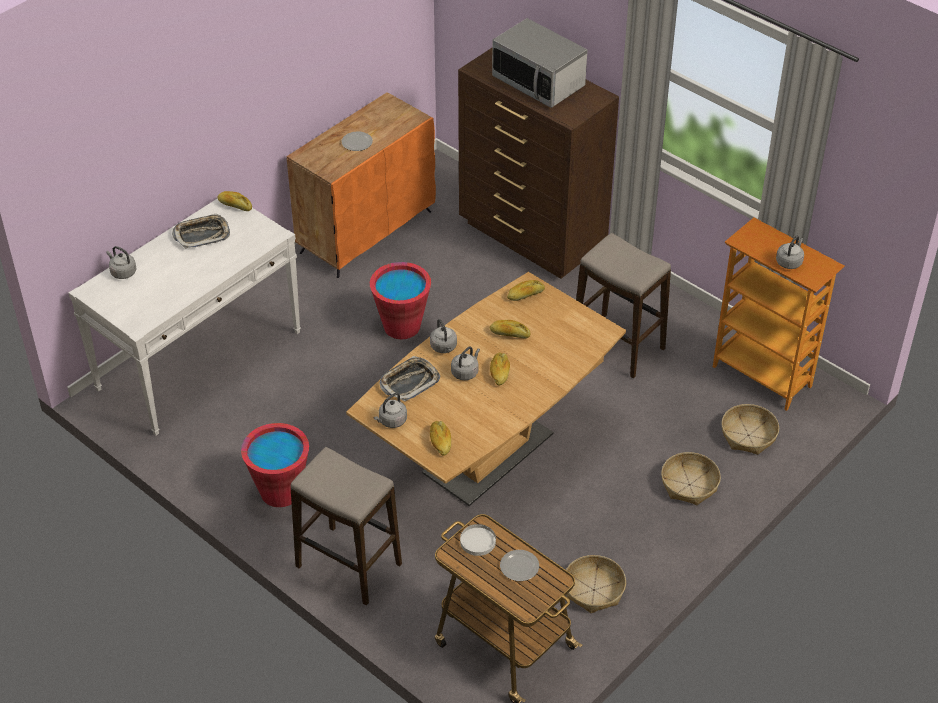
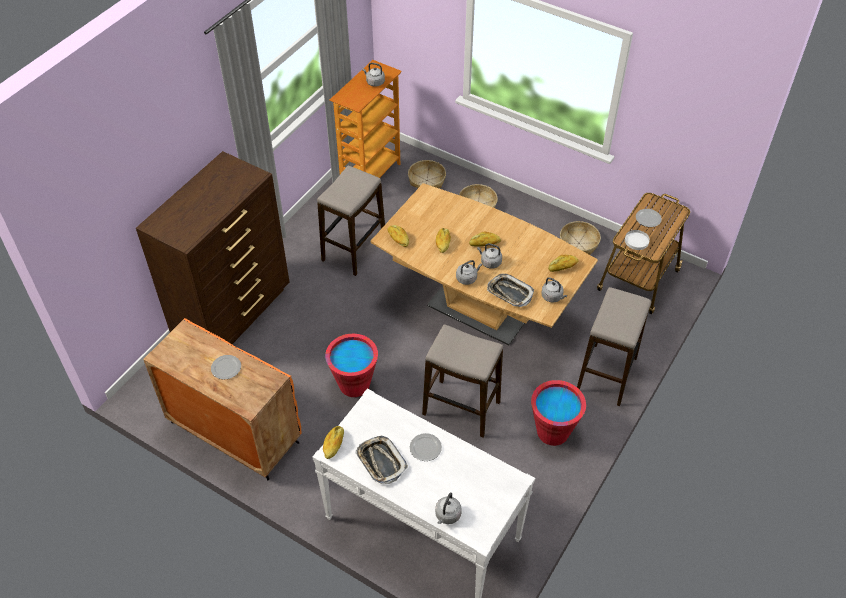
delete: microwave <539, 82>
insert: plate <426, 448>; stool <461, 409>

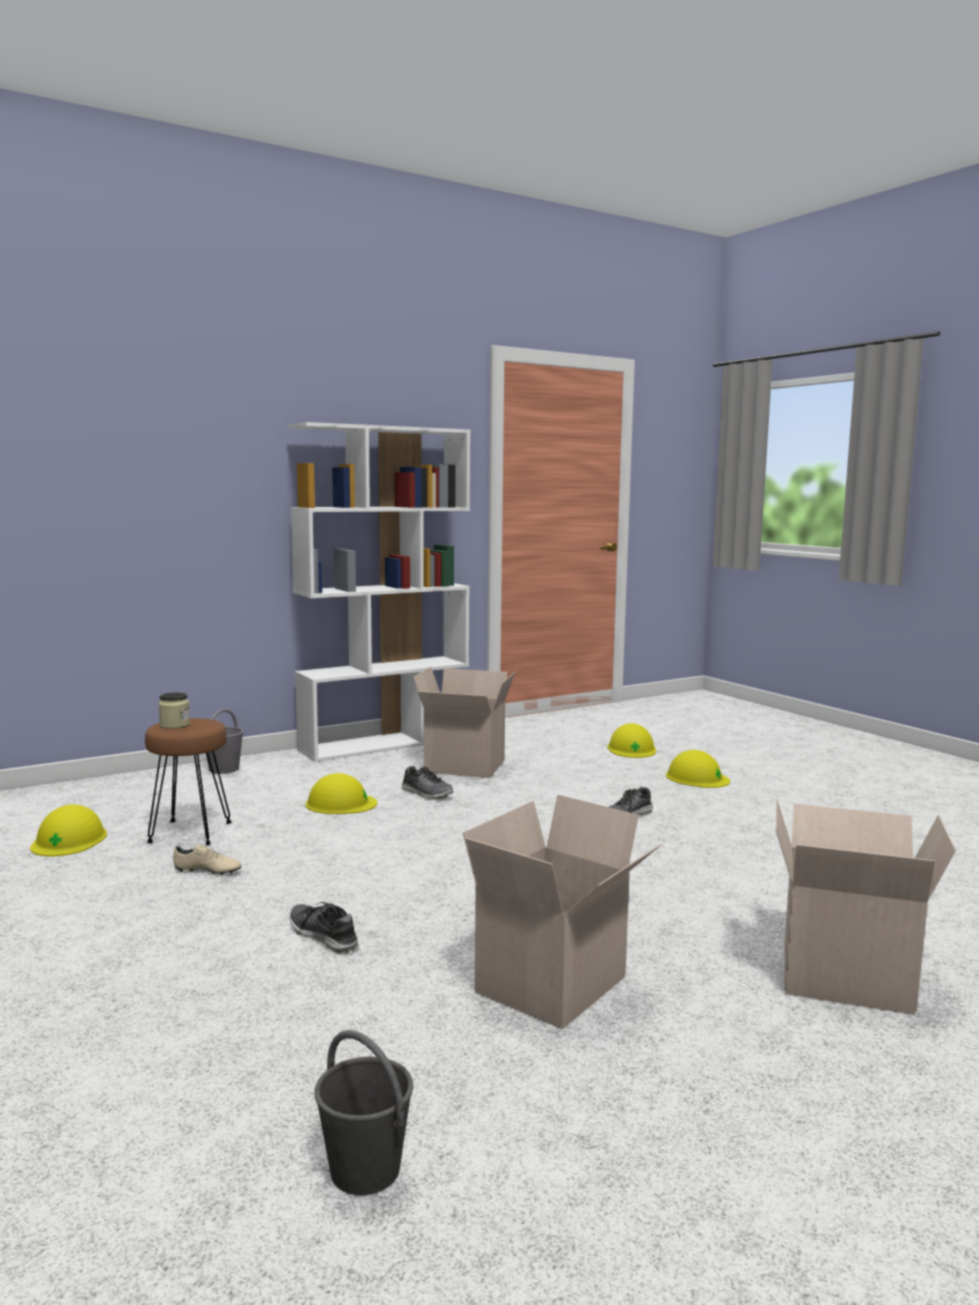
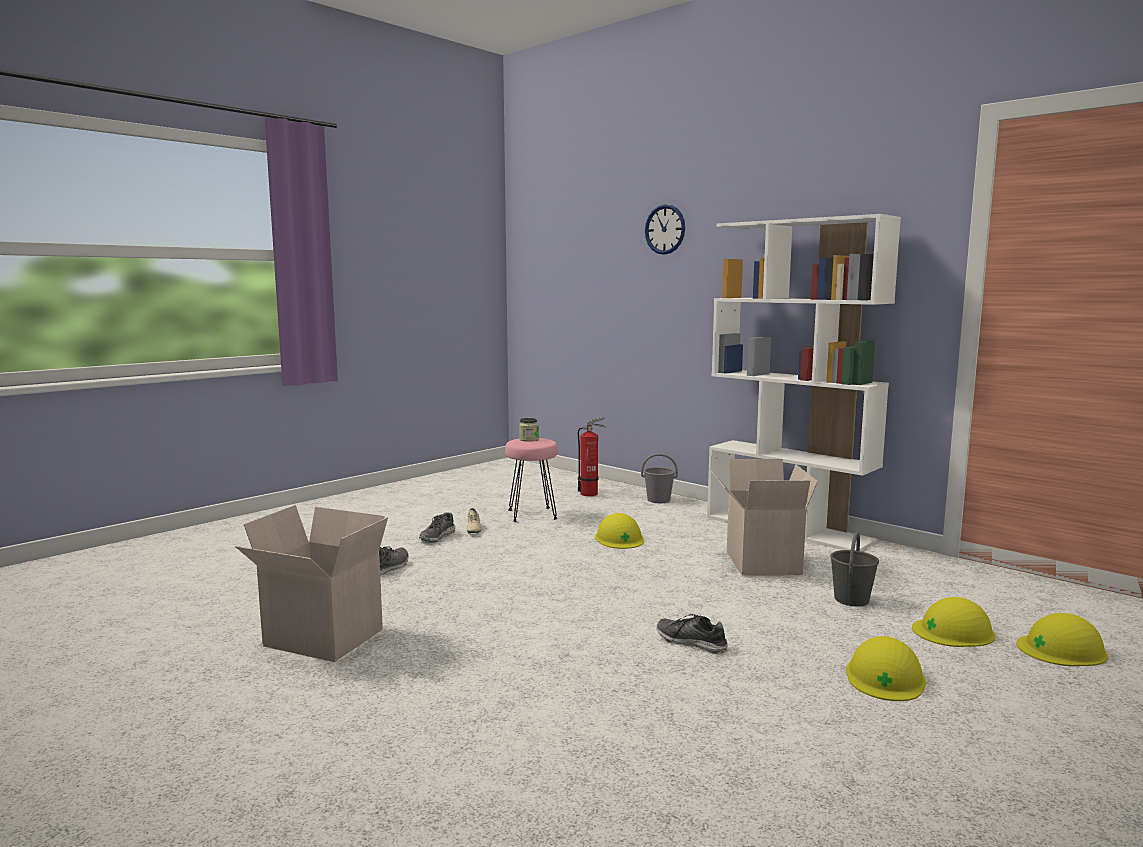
delete: cardboard box <847, 976>
insert: fire extinguisher <591, 493>; wall clock <665, 229>
move: shoe <427, 794> to <437, 537>; grey bucket <364, 1169> to <851, 599>; yellow hard hat <69, 840> to <1062, 649>
recolor: brown stool <191, 833> to pink stool <532, 515>

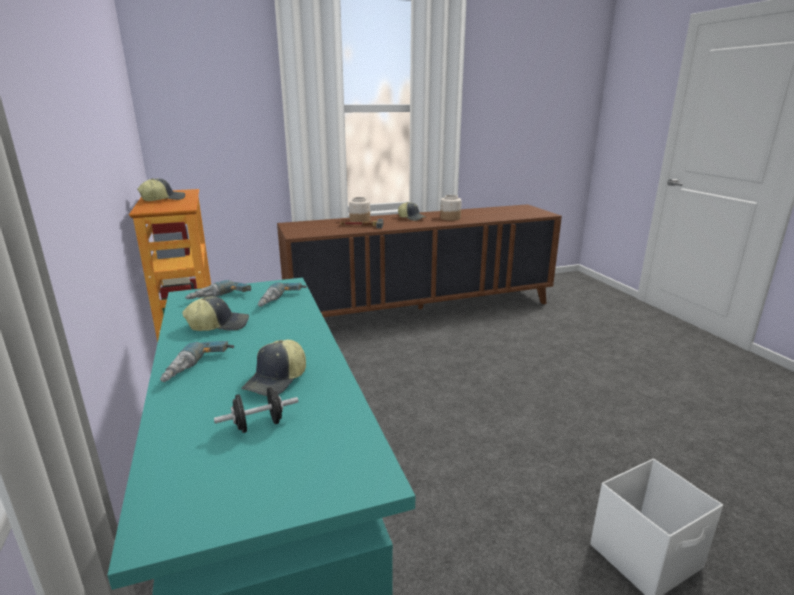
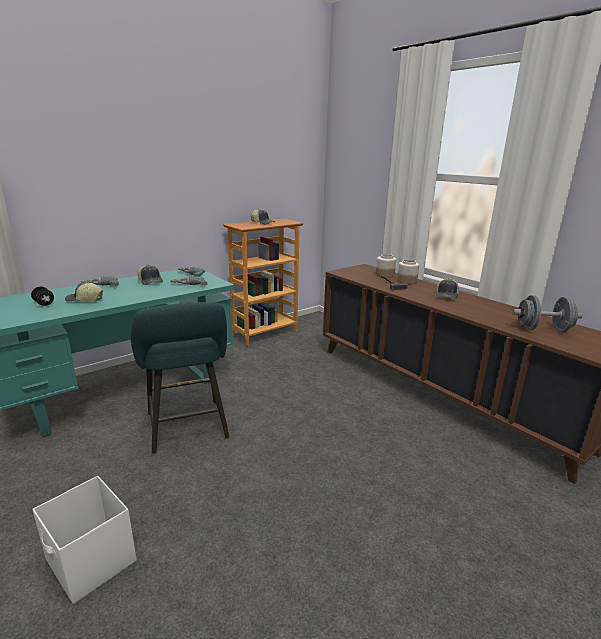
insert: turquoise stool <188, 429>; grey dumbbell <542, 329>
move: jar <450, 218> to <384, 275>

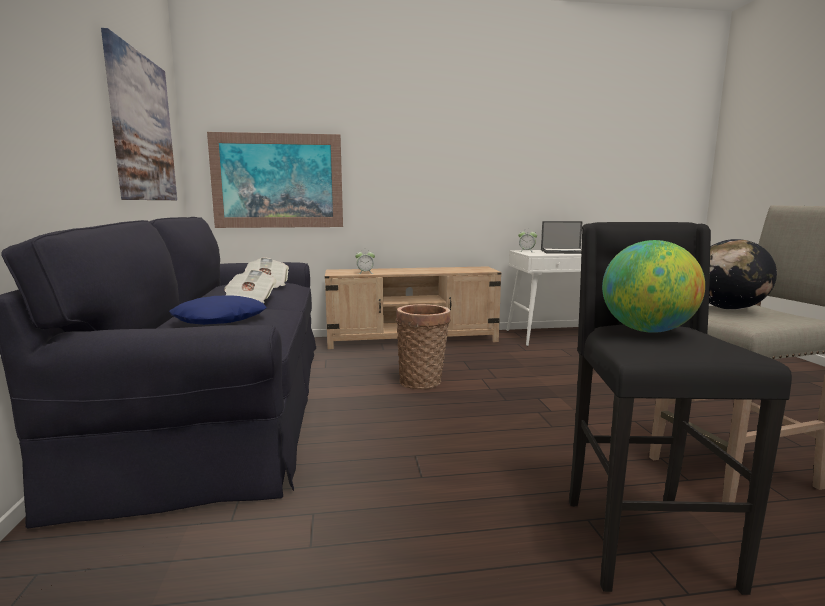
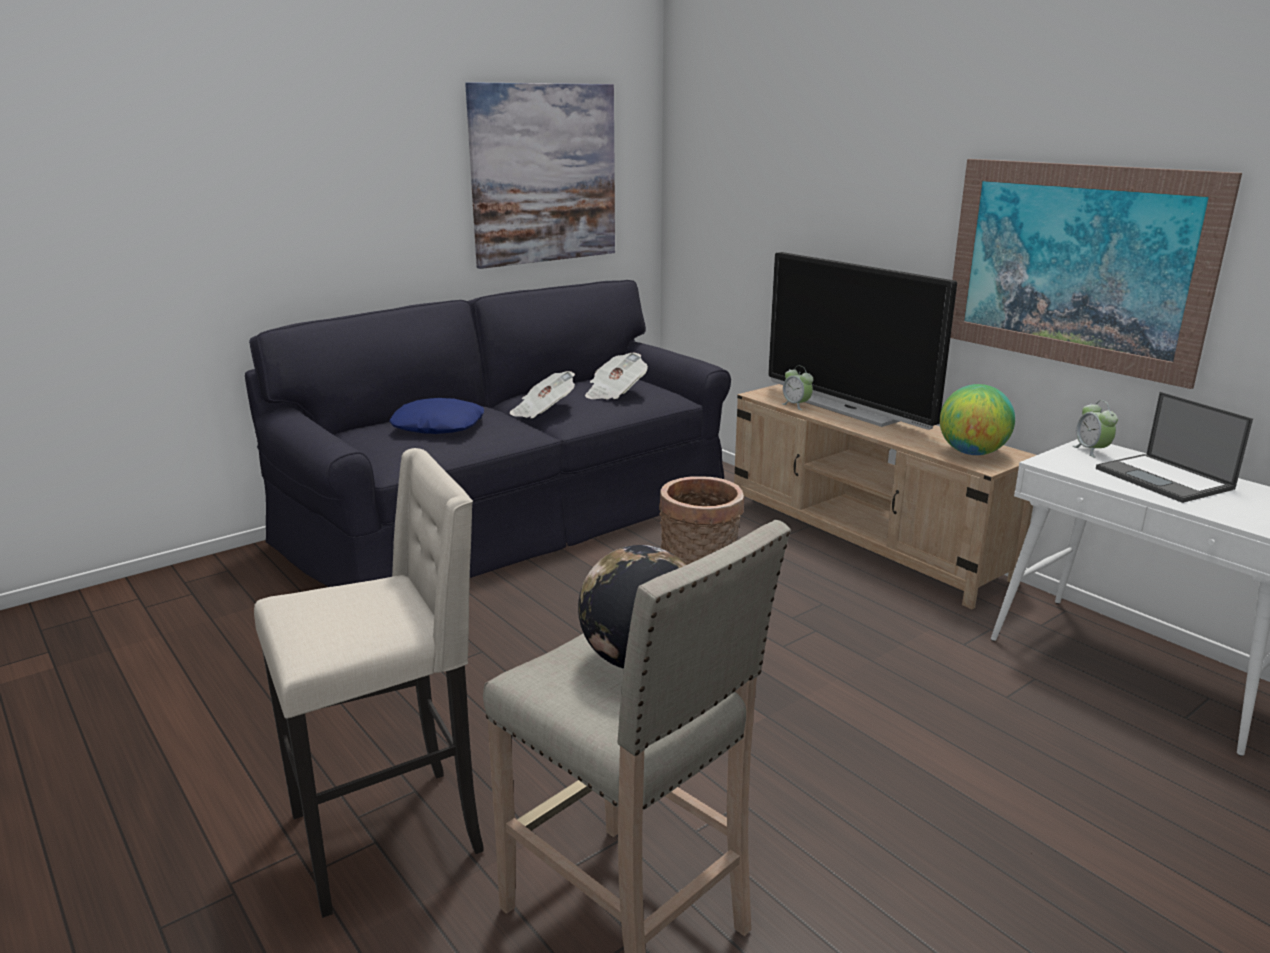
insert: television <850, 410>
move: globe <647, 331> to <972, 453>; picture <277, 181> to <1074, 266>
recolor: black stool <641, 541> to beige stool <391, 834>

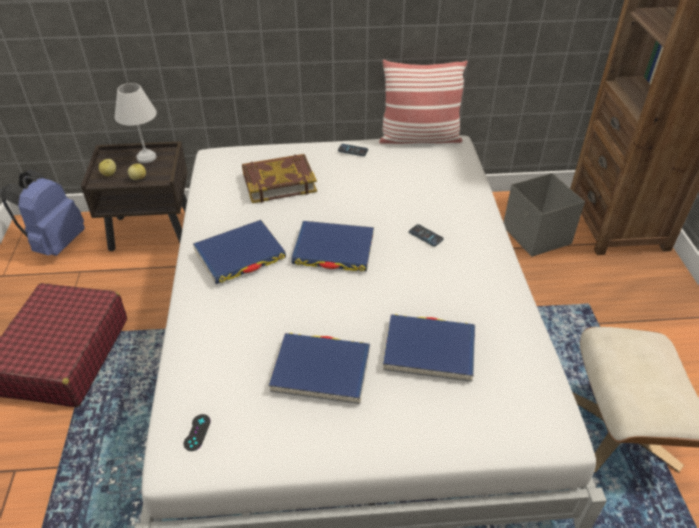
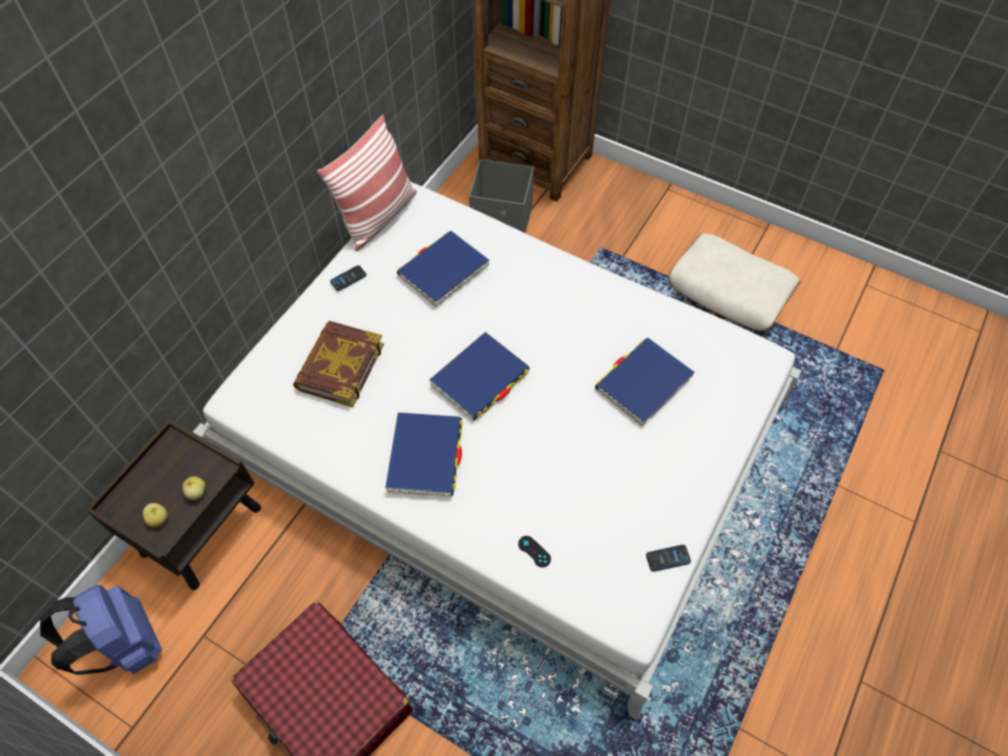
delete: white table lamp <146, 158>
move: blue book <321, 370> to <443, 270>; black game controller <197, 432> to <534, 551>; phone <425, 236> to <668, 558>

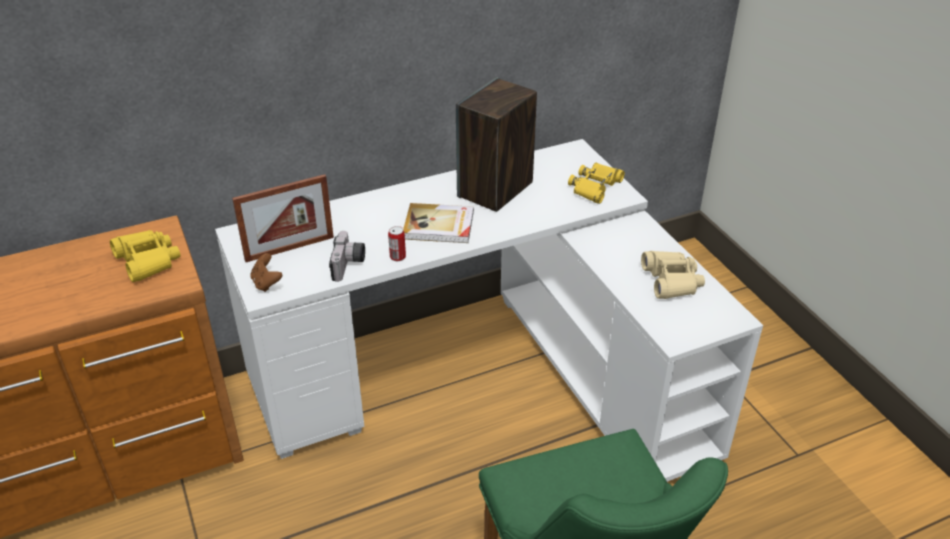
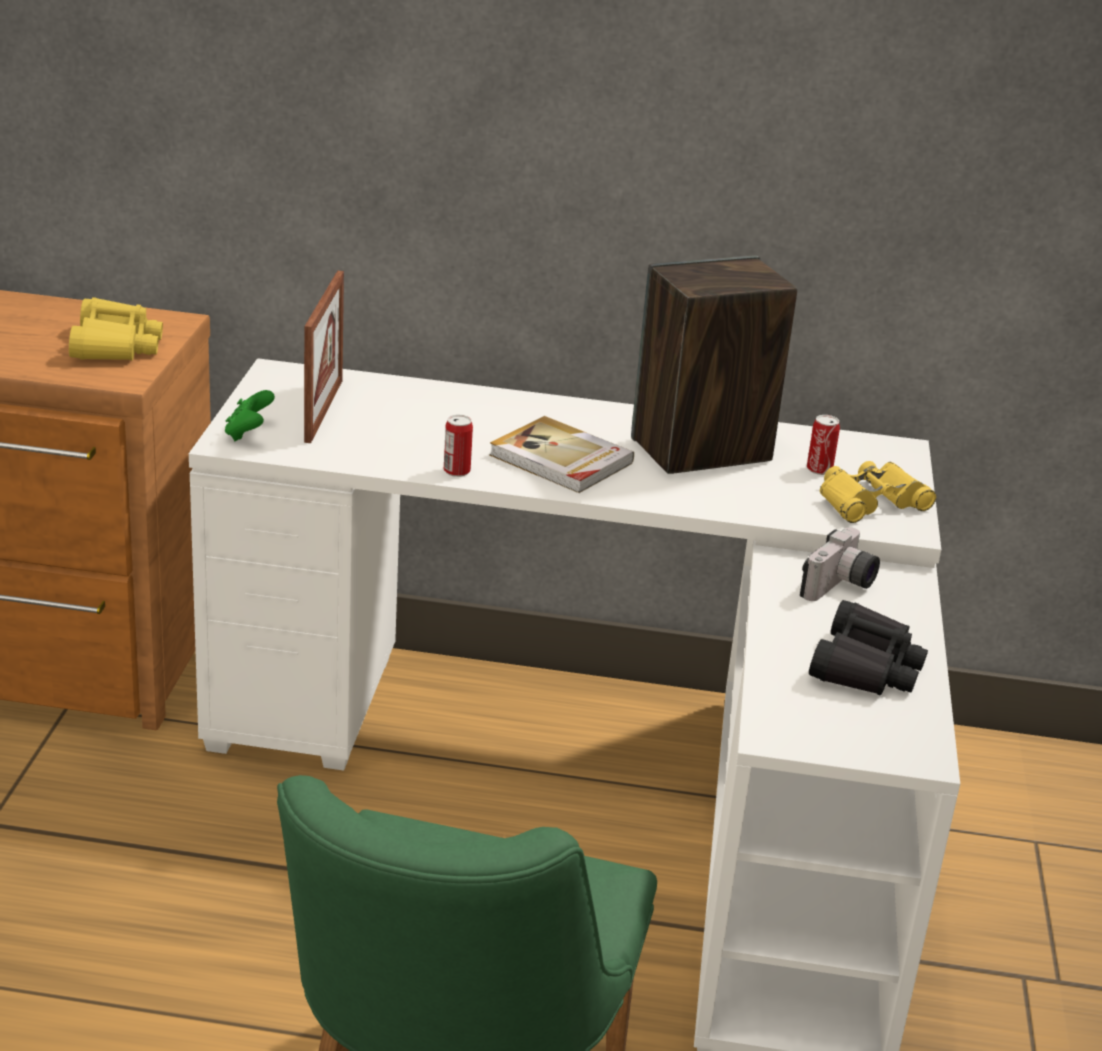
insert: can <819, 469>
move: photo camera <349, 265> to <840, 587>
recolor: brown game controller <266, 283> to green game controller <248, 434>; beige binoculars <671, 281> to black binoculars <865, 667>
rotate: picture frame <289, 248> = <323, 410> 90 degrees counterclockwise

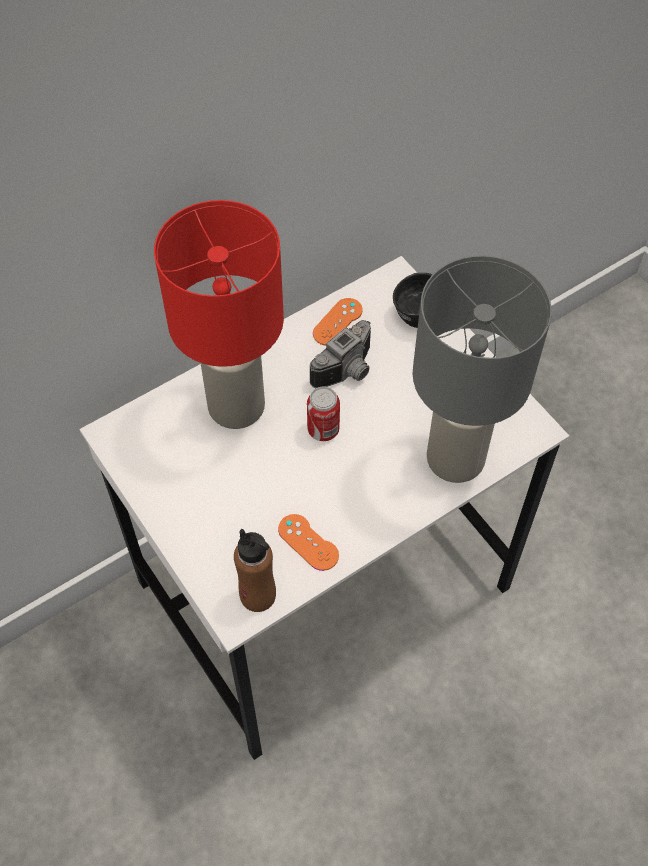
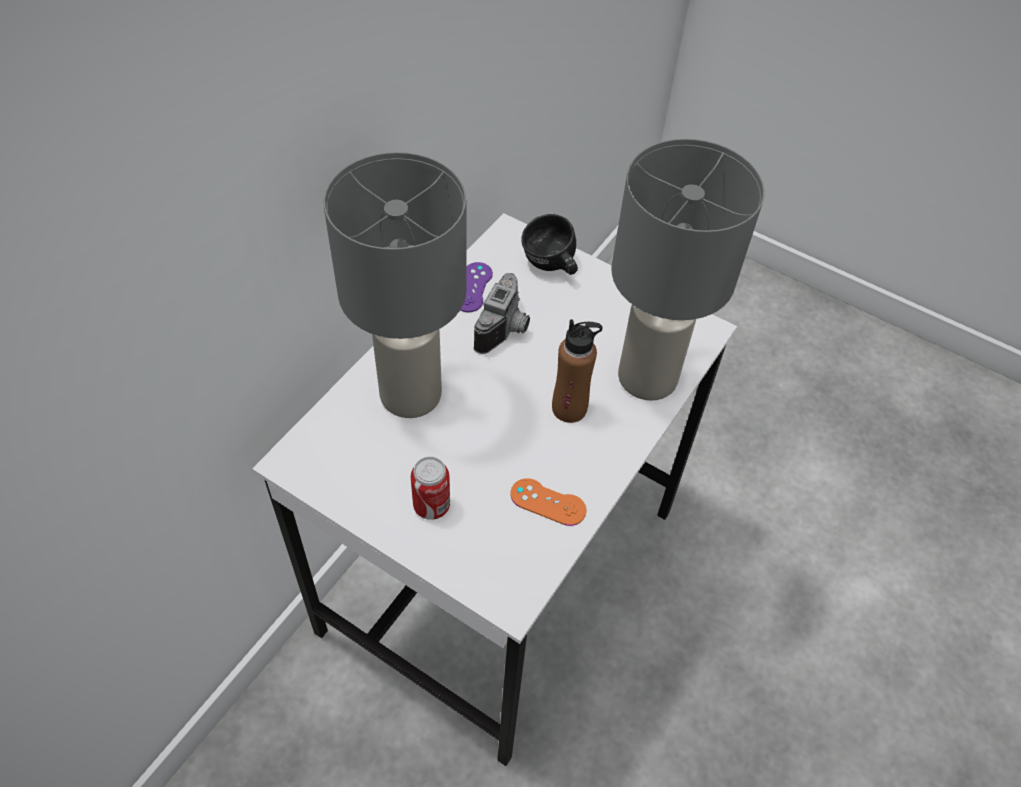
move: can <323, 430> to <431, 506>; brown bottle <258, 595> to <569, 408>
recolor: red table lamp <234, 405> to grey table lamp <408, 394>; orange game controller <337, 322> to purple game controller <473, 287>

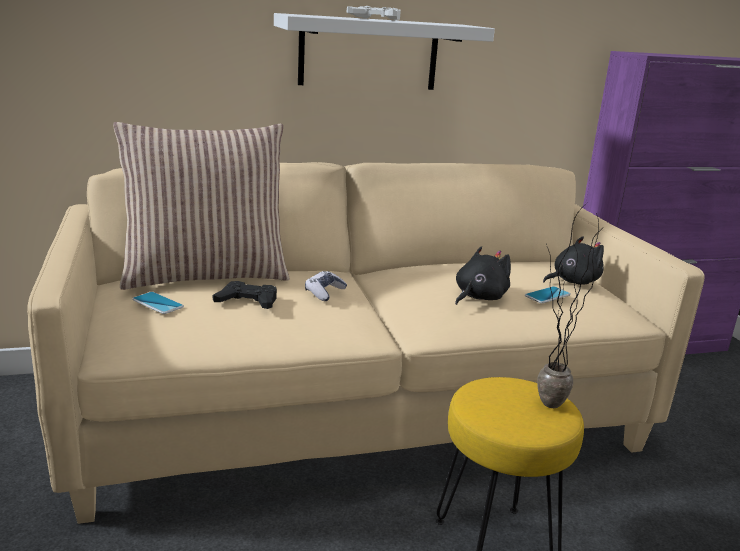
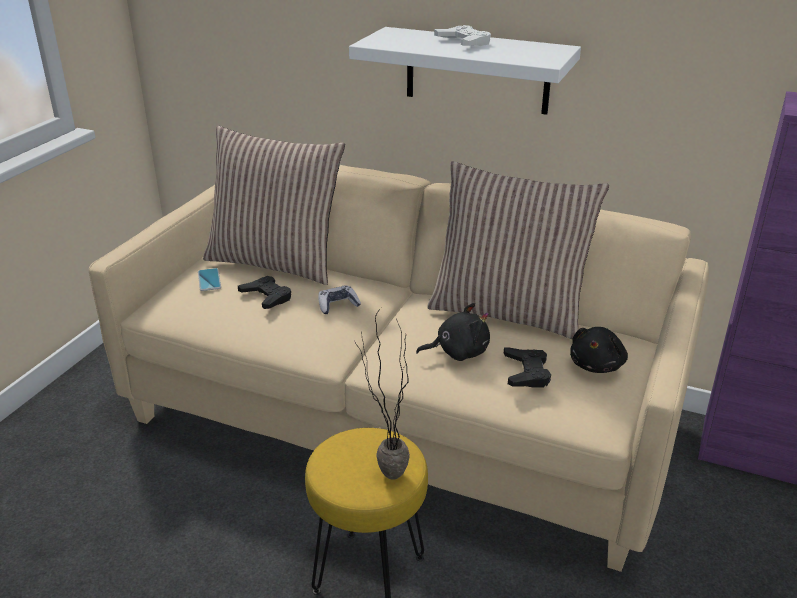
insert: pillow <508, 311>
replace: phone <547, 295> to black game controller <526, 372>
rotate: black plush toy <572, 281> = <597, 365> 105 degrees clockwise

